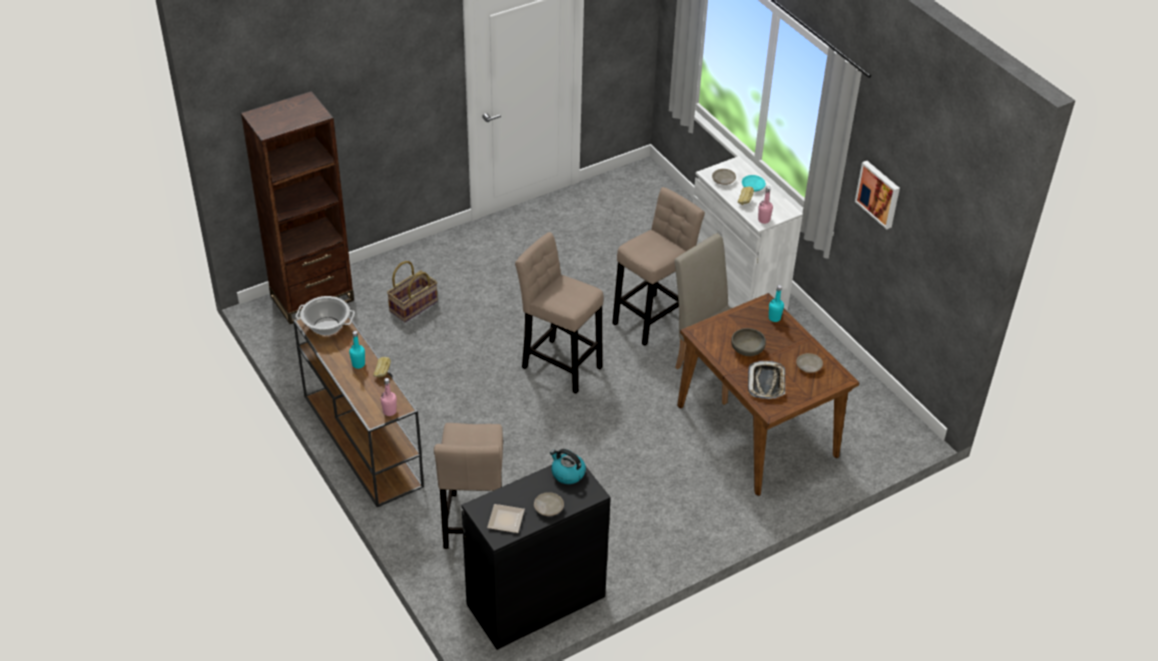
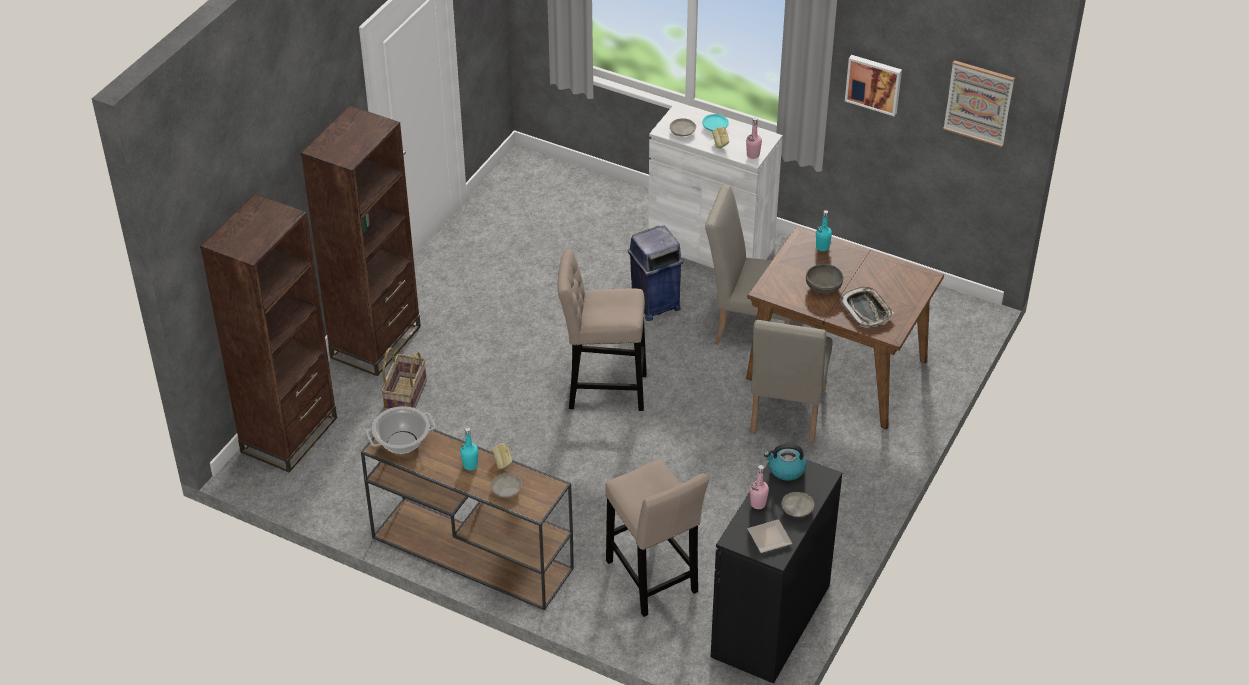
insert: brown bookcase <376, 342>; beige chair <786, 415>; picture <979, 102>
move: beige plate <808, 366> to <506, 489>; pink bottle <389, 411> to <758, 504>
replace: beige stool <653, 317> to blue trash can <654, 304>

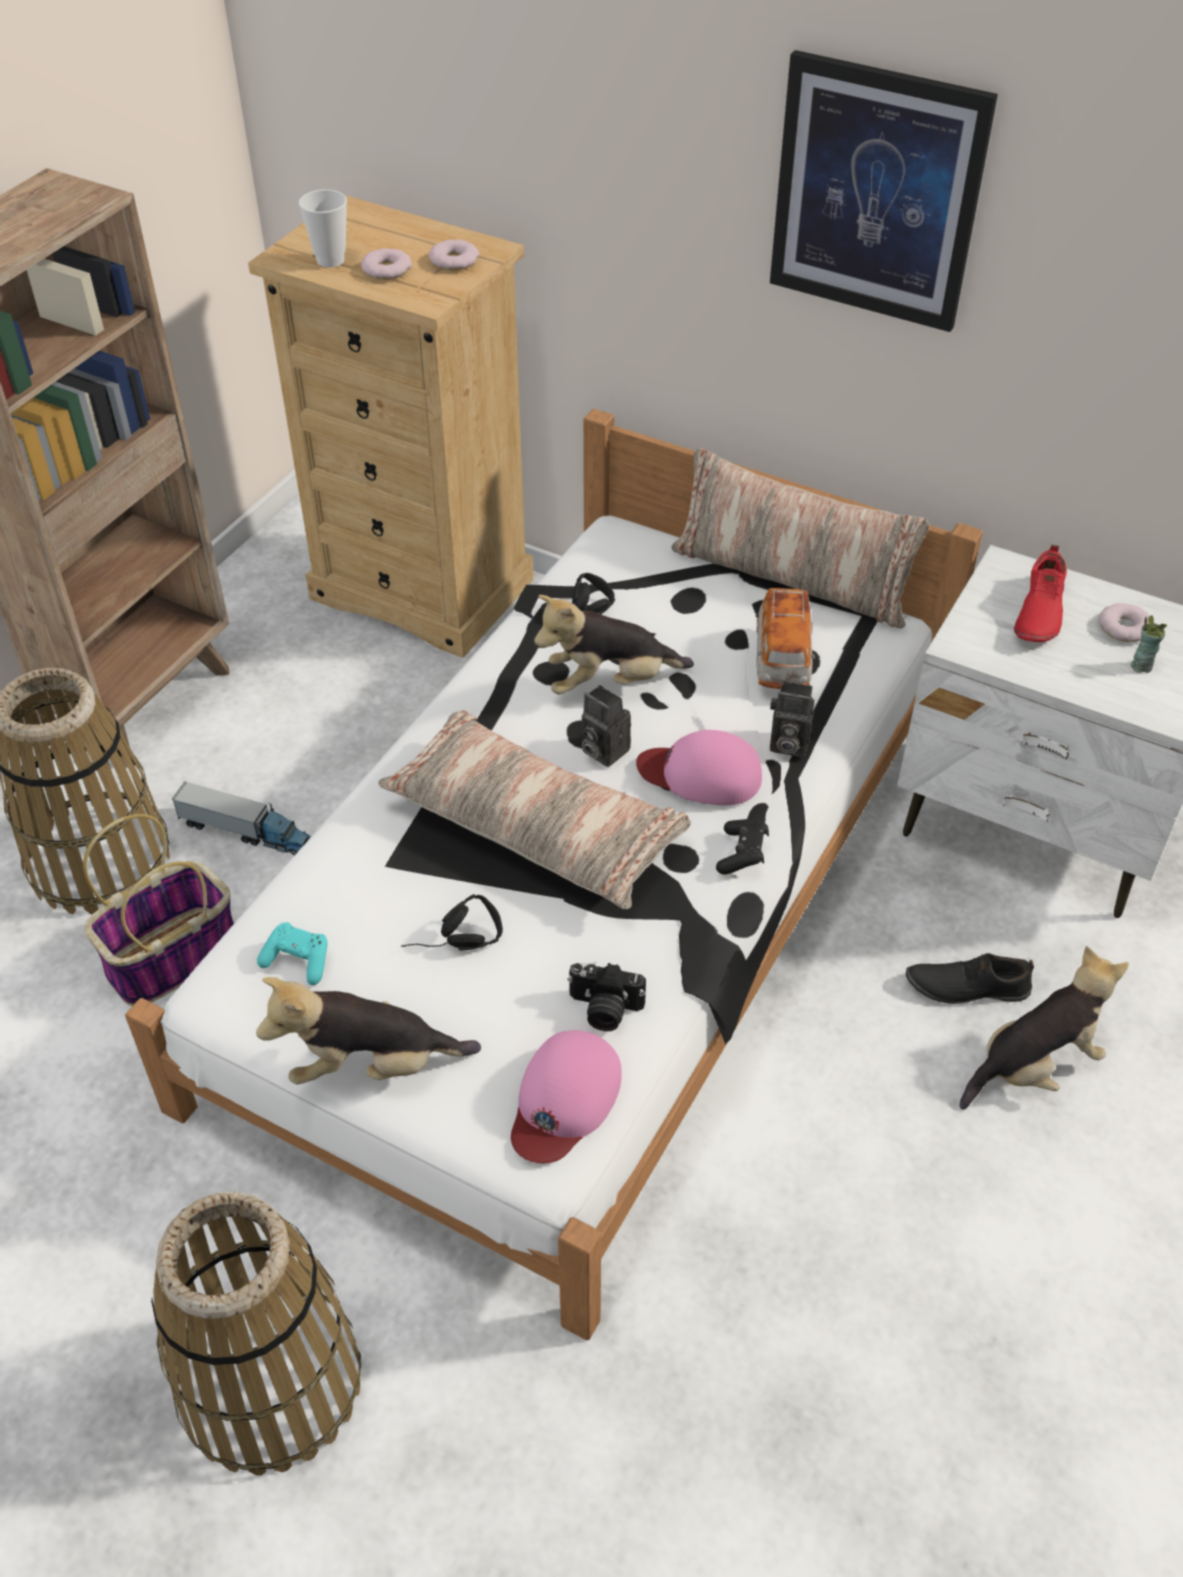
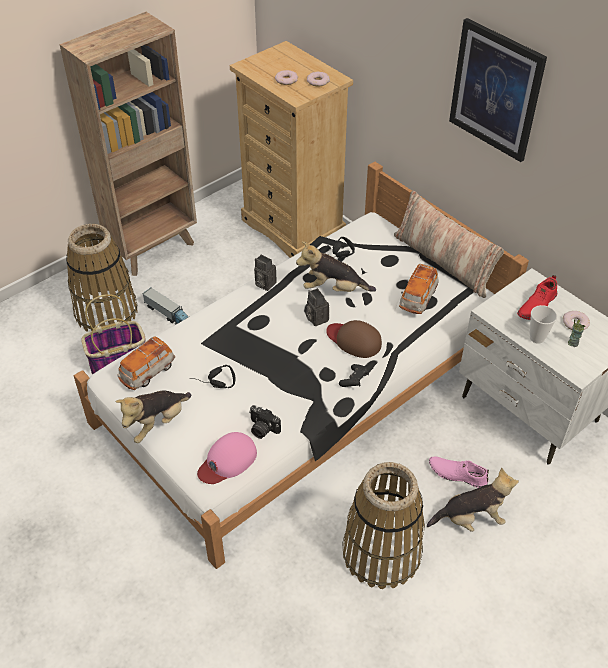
delete: pillow <536, 826>
move: photo camera <786, 744> to <264, 284>; basket <271, 1381> to <381, 552>; cup <330, 260> to <537, 338>
replace: turquoise game controller <298, 961> to toy car <147, 372>
recolor: pink cap <701, 774> to brown cap <354, 340>; black shoe <966, 986> to pink shoe <457, 474>
rotate: plush toy <371, 1066> = <157, 423> 60 degrees counterclockwise

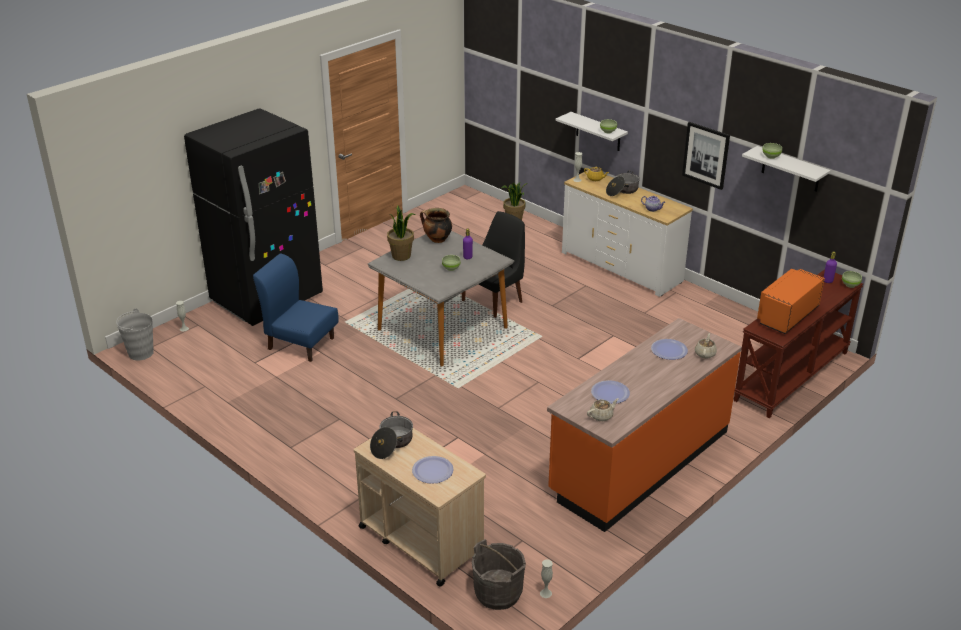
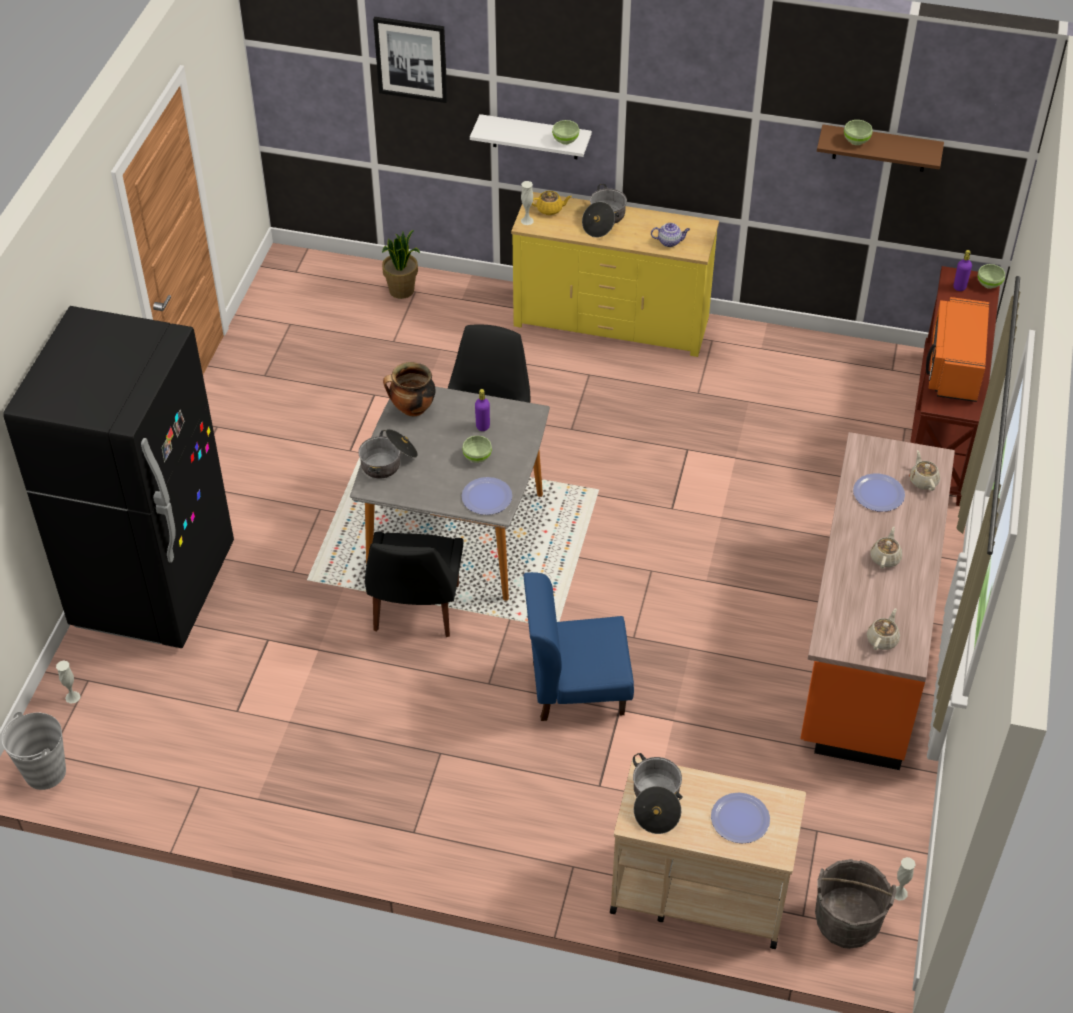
insert: black chair <415, 611>; beige teapot <885, 558>
move: picture <706, 155> to <411, 59>; plate <610, 393> to <486, 497>; blue chair <300, 343> to <577, 687>
replace: potted plant <401, 256> to cooking pot <388, 462>
recolor: white dresser <621, 267> to yellow dresser <611, 321>; white shelf <791, 169> to brown shelf <880, 148>

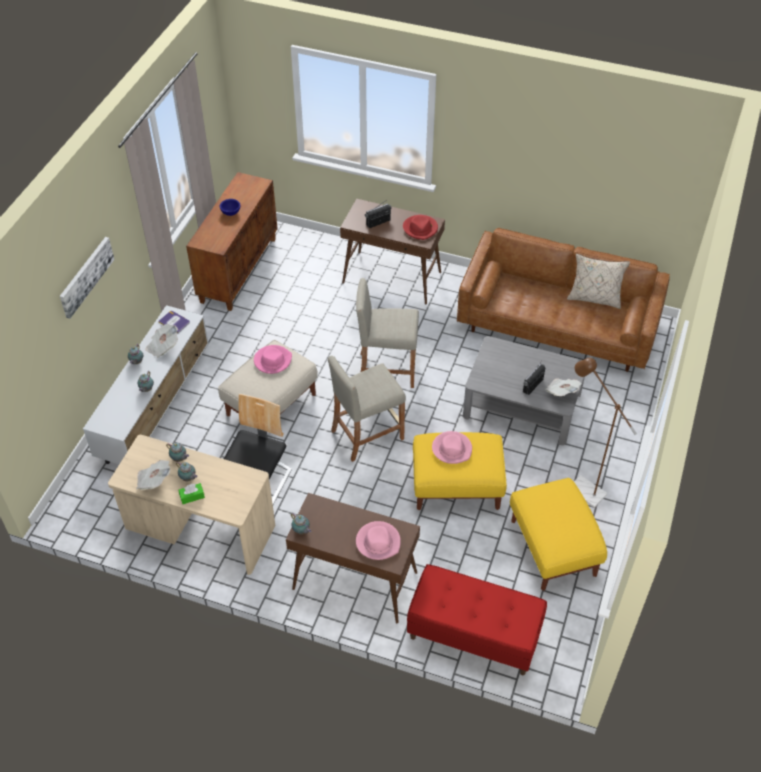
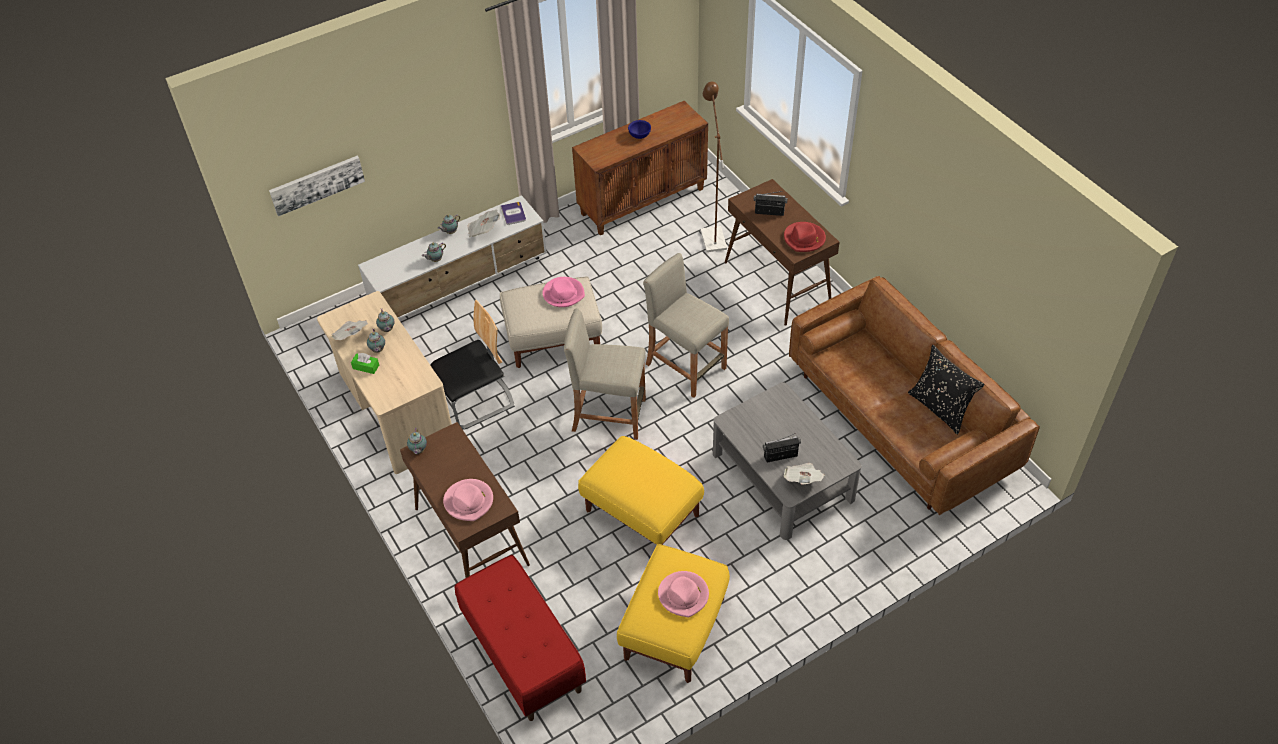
move: picture <86, 276> to <317, 184>; pink hat <452, 449> to <684, 595>; brown floor lamp <581, 488> to <712, 235>
recolor: beige pillow <594, 298> to black pillow <940, 408>

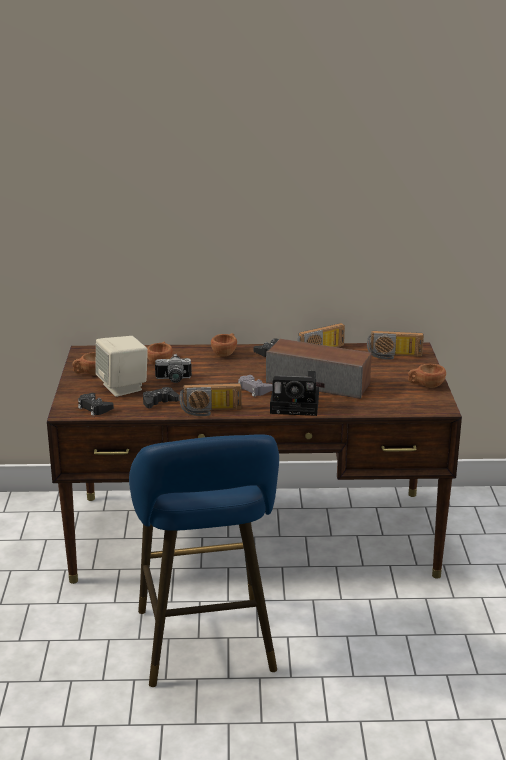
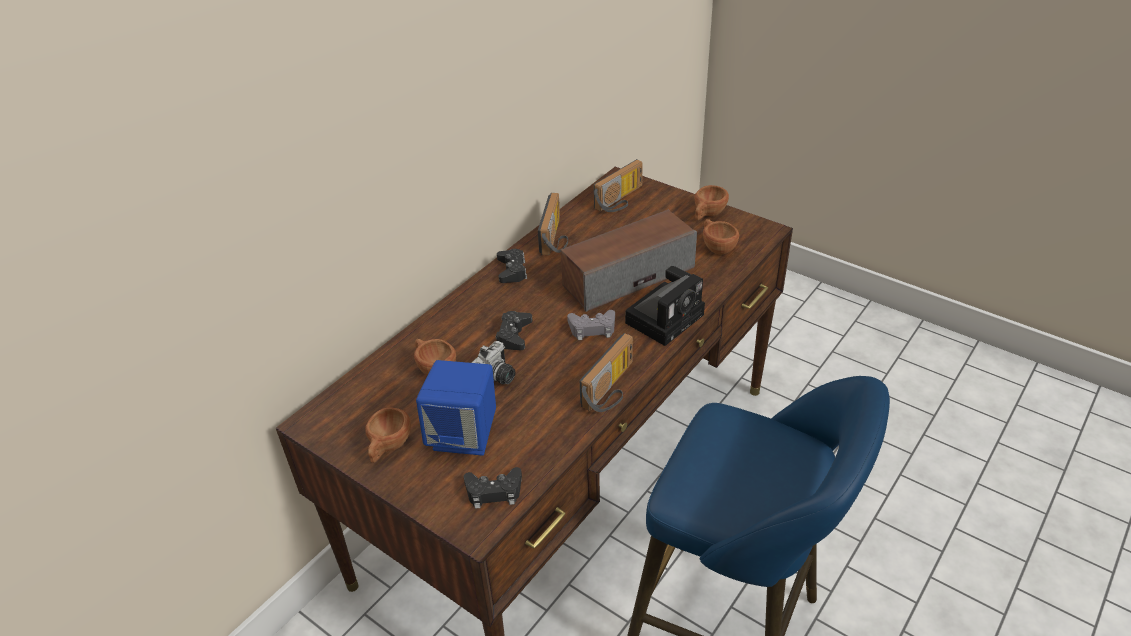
move: black game controller <159, 402> to <514, 335>; brown cup <225, 353> to <716, 247>
recolor: beige speaker <123, 387> to blue speaker <464, 435>

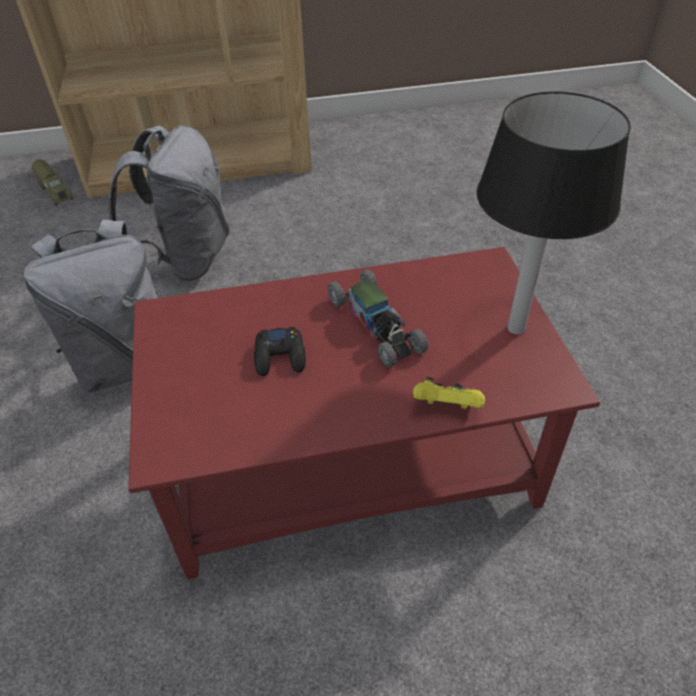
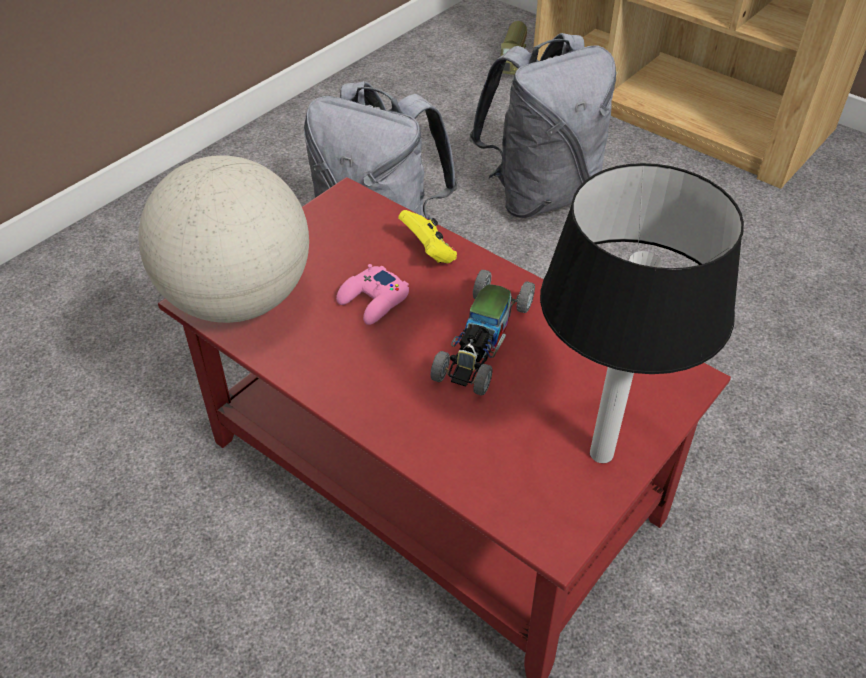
insert: globe <238, 300>
move: yellow game controller <446, 407> to <429, 253>
recolor: black game controller <280, 356> to pink game controller <373, 301>

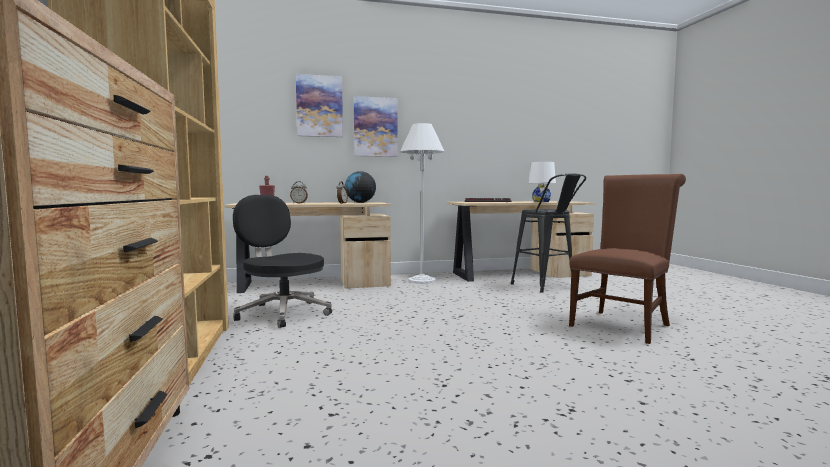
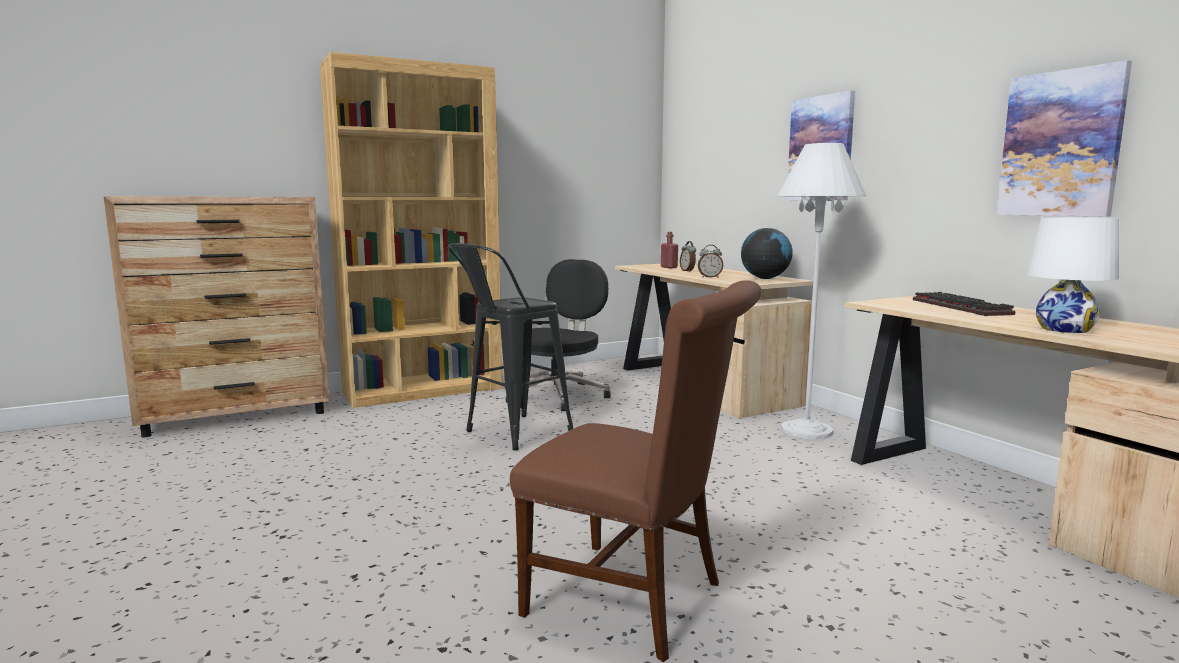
move: black stool <547, 287> to <510, 434>; picture <319, 106> to <1061, 144>

